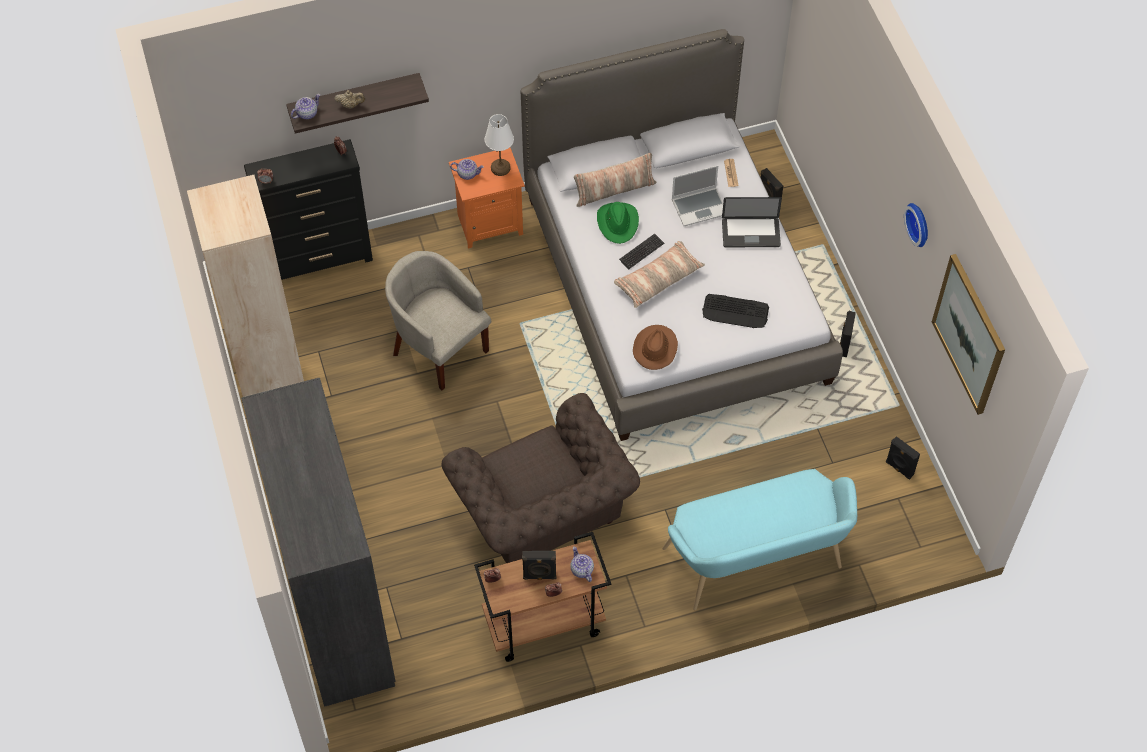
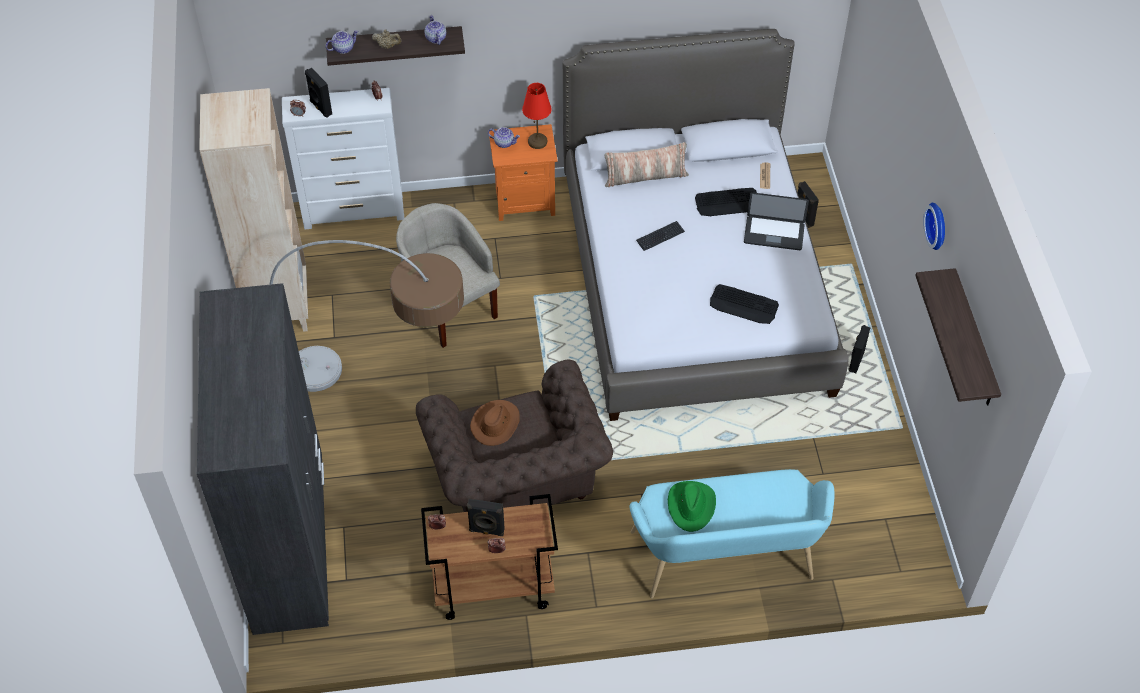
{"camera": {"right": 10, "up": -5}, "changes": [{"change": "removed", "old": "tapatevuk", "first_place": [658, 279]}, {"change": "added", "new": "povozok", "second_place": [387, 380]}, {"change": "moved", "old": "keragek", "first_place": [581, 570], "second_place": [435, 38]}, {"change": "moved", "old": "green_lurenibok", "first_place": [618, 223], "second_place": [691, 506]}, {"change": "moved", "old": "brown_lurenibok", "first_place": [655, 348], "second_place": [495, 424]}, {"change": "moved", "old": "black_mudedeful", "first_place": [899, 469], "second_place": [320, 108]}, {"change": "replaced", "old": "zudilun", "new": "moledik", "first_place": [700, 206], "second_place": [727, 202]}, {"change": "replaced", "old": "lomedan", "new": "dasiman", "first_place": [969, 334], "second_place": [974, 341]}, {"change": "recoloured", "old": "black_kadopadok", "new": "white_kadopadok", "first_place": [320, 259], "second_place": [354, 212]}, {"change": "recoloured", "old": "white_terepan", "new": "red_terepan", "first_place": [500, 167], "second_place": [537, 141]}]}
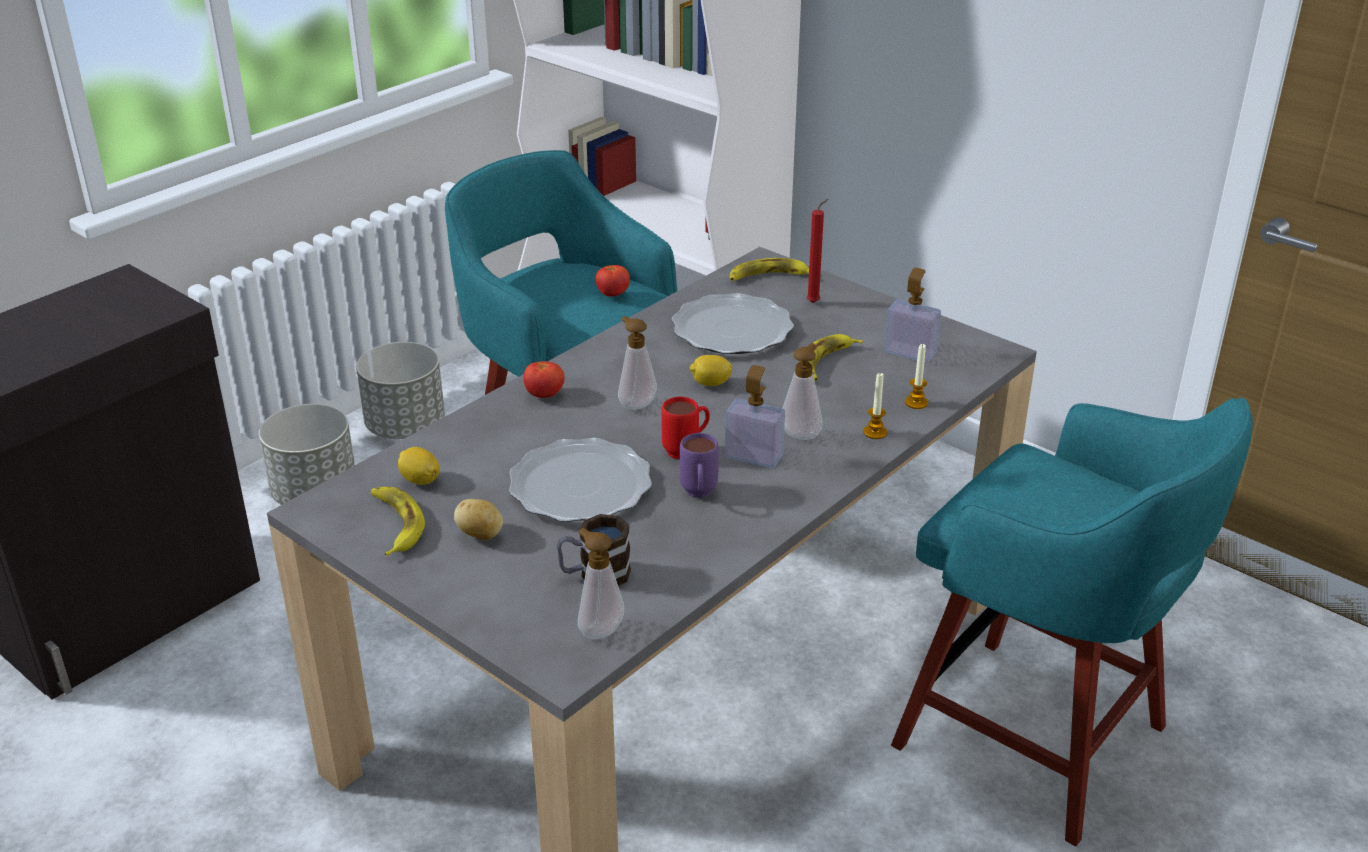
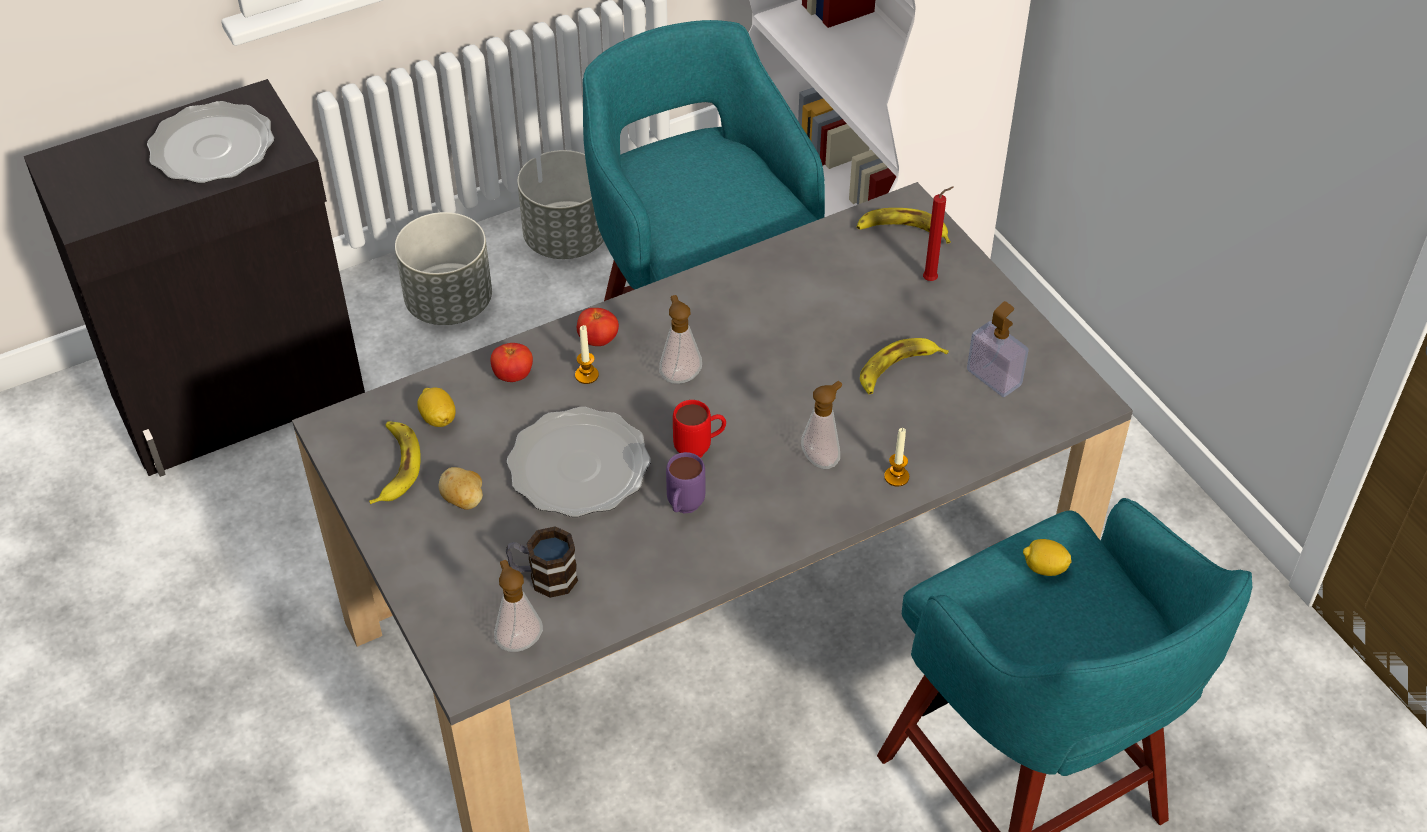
{"camera": {"right": 20, "up": 15}, "changes": [{"change": "removed", "old": "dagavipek", "first_place": [754, 456]}, {"change": "moved", "old": "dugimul", "first_place": [613, 294], "second_place": [513, 375]}, {"change": "moved", "old": "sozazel", "first_place": [733, 330], "second_place": [213, 148]}, {"change": "moved", "old": "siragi", "first_place": [710, 384], "second_place": [1044, 568]}, {"change": "moved", "old": "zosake", "first_place": [916, 403], "second_place": [586, 375]}]}
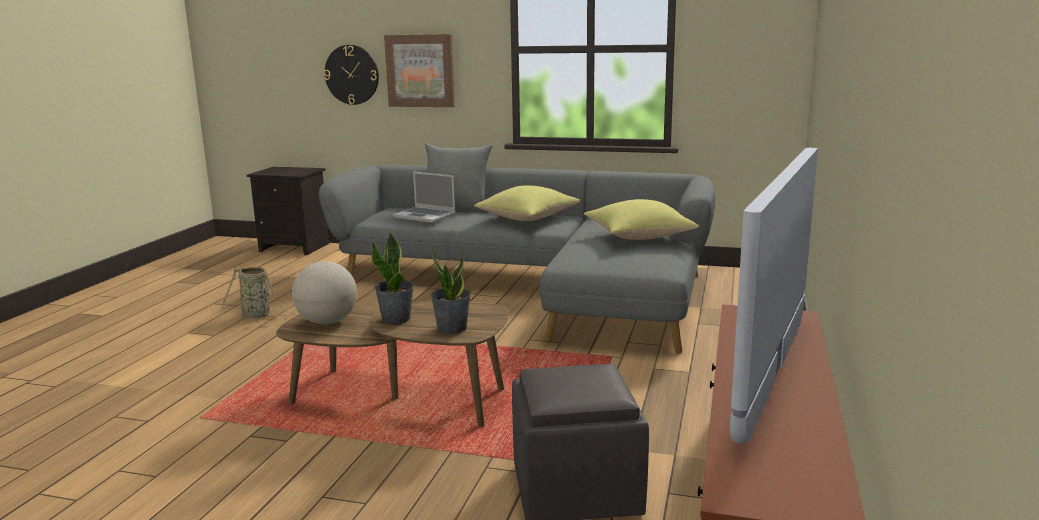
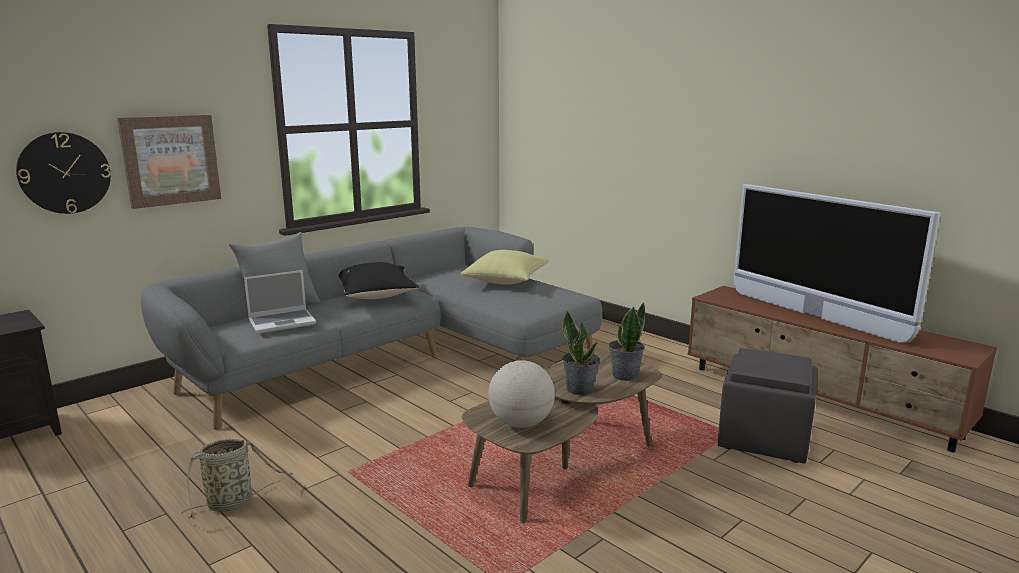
{"camera": {"right": -60, "up": 0}, "changes": [{"change": "recoloured", "old": "yellow_tapatevuk", "new": "black_tapatevuk", "first_place": [528, 219], "second_place": [377, 296]}]}
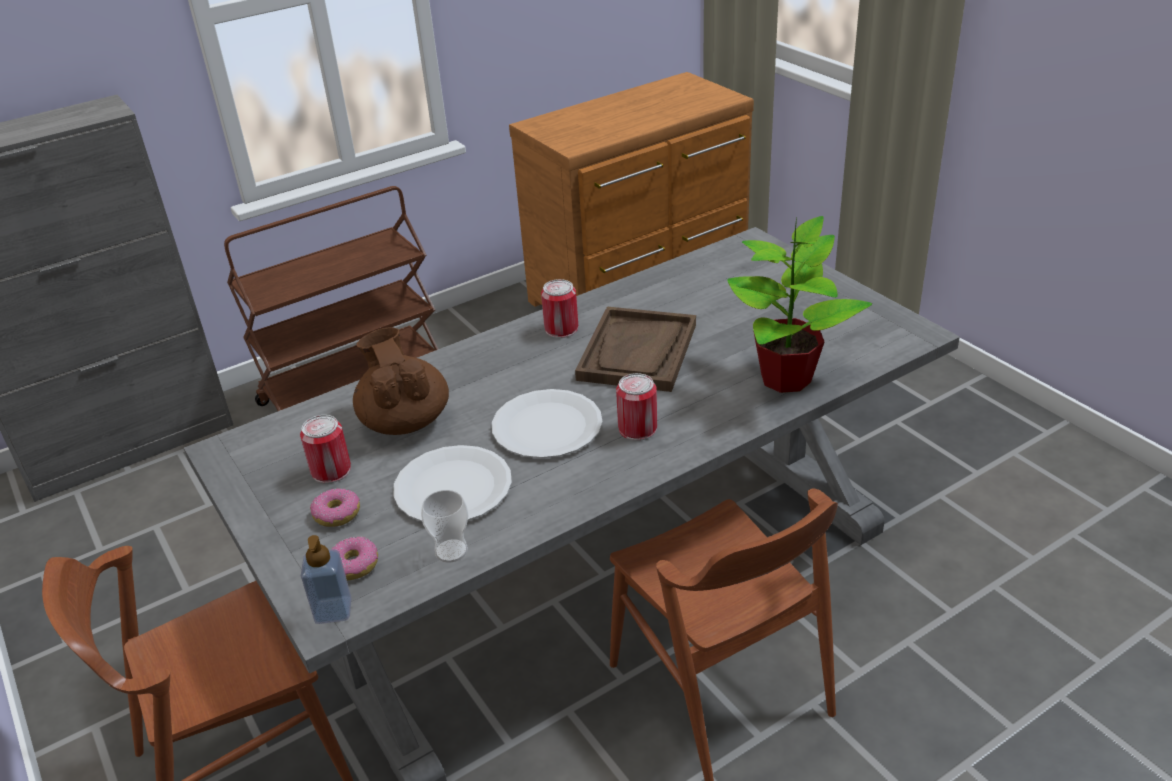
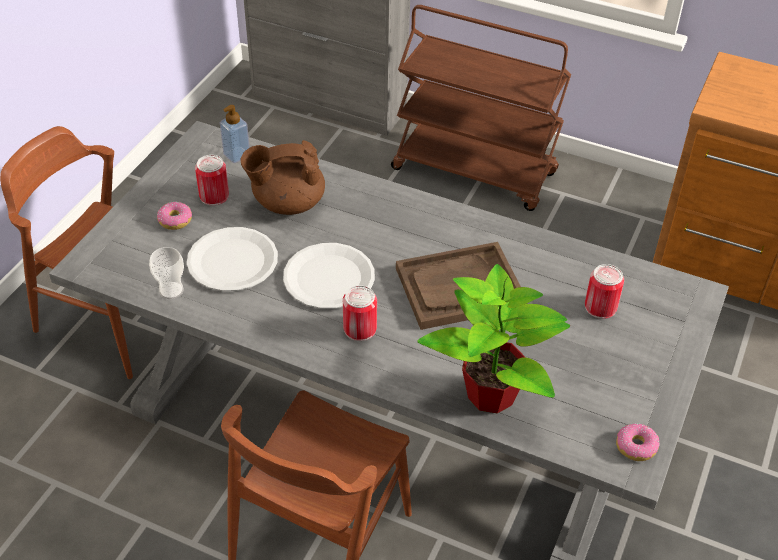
{"camera": {"right": 55, "up": 10}, "changes": [{"change": "moved", "old": "dagavipek", "first_place": [333, 610], "second_place": [236, 155]}, {"change": "moved", "old": "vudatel", "first_place": [354, 565], "second_place": [636, 446]}, {"change": "moved", "old": "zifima", "first_place": [561, 329], "second_place": [600, 307]}, {"change": "turned", "old": "brown_keragek", "first_place": [405, 420], "second_place": [287, 203], "degrees": -135}]}
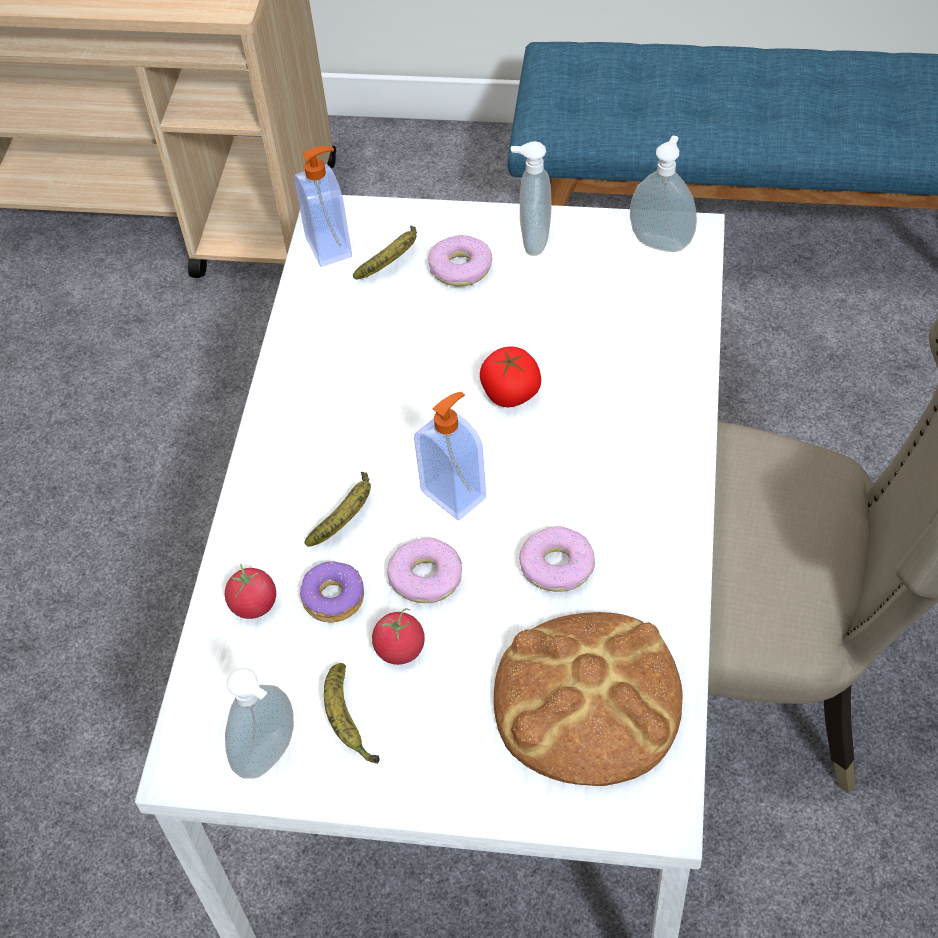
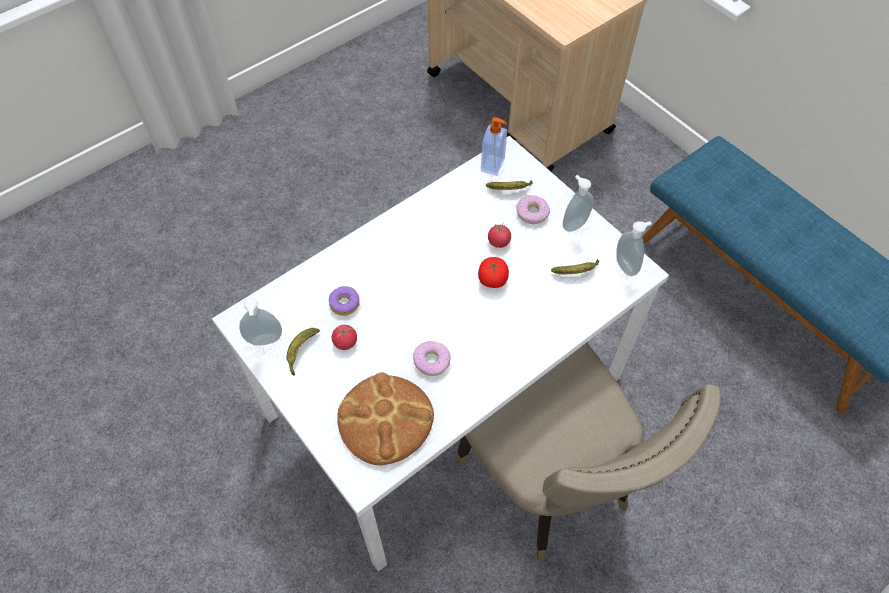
{"camera": {"right": 40, "up": 5}, "changes": [{"change": "removed", "old": "vudatel", "first_place": [426, 577]}, {"change": "removed", "old": "dagavipek", "first_place": [455, 493]}, {"change": "moved", "old": "dugimul", "first_place": [254, 604], "second_place": [498, 242]}, {"change": "moved", "old": "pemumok", "first_place": [346, 517], "second_place": [576, 272]}]}
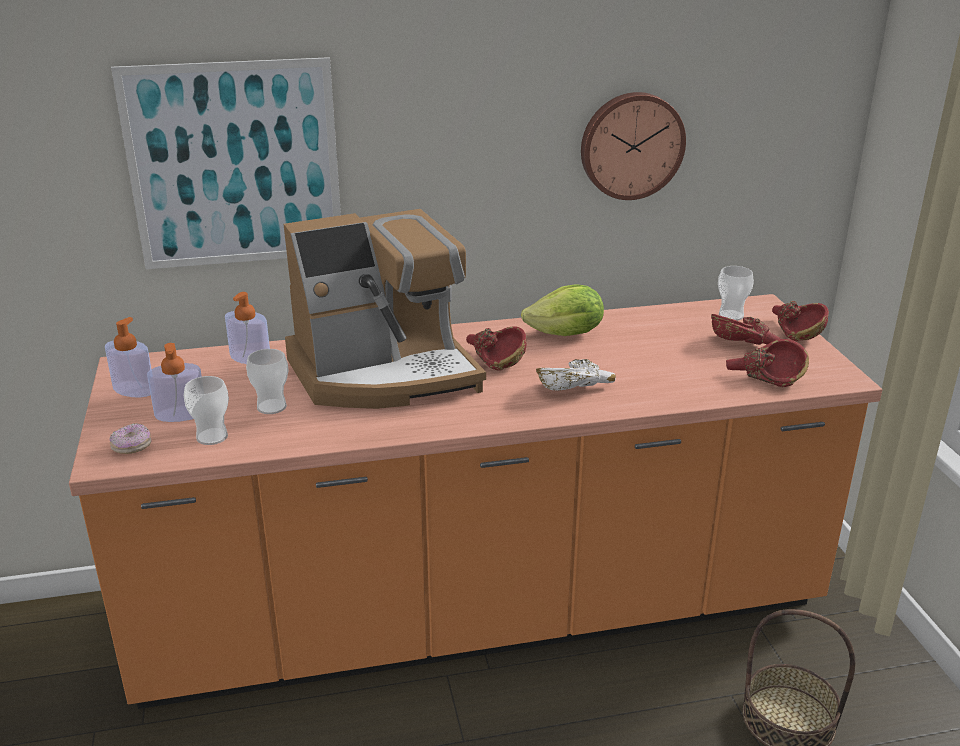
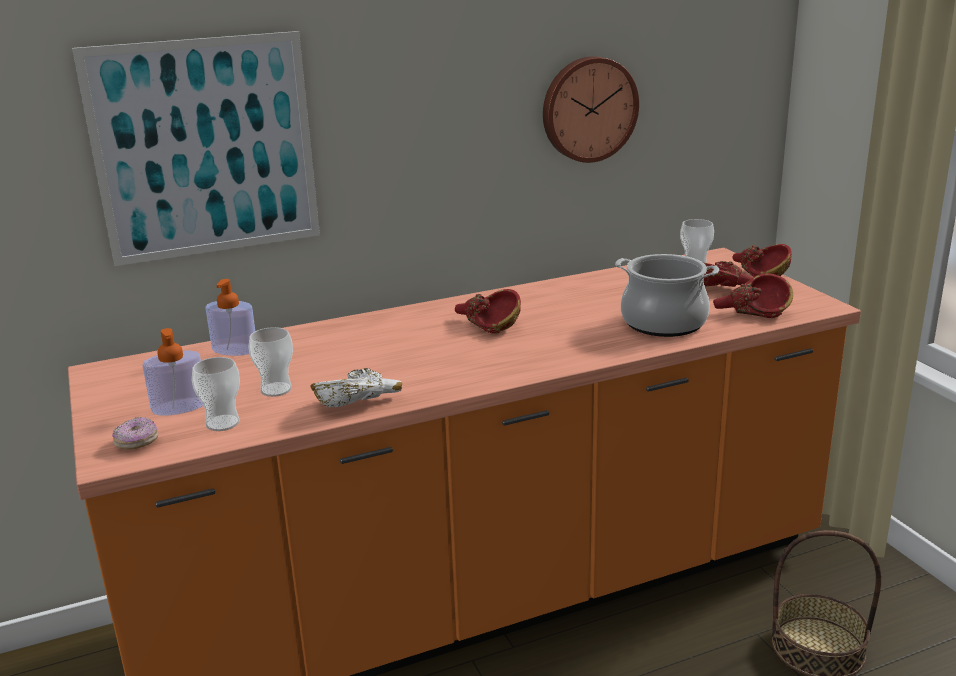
{"camera": {"right": -10, "up": -5}, "changes": [{"change": "removed", "old": "dagavipek", "first_place": [134, 389]}, {"change": "removed", "old": "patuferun", "first_place": [385, 373]}, {"change": "removed", "old": "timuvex", "first_place": [566, 334]}, {"change": "added", "new": "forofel", "second_place": [664, 323]}, {"change": "moved", "old": "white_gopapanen", "first_place": [574, 388], "second_place": [358, 403]}]}
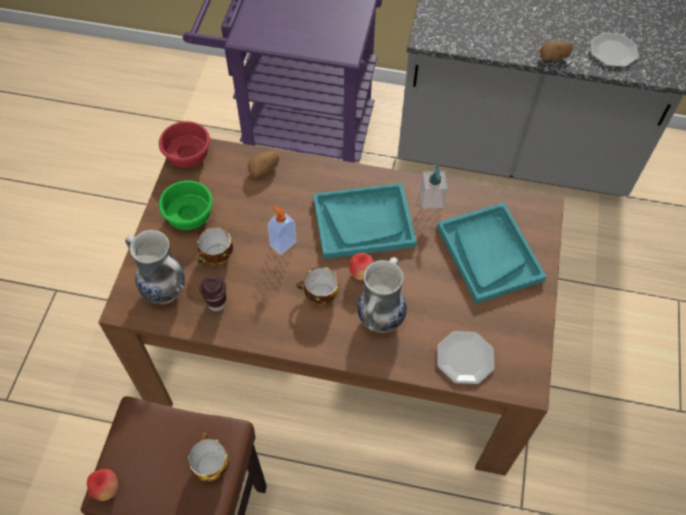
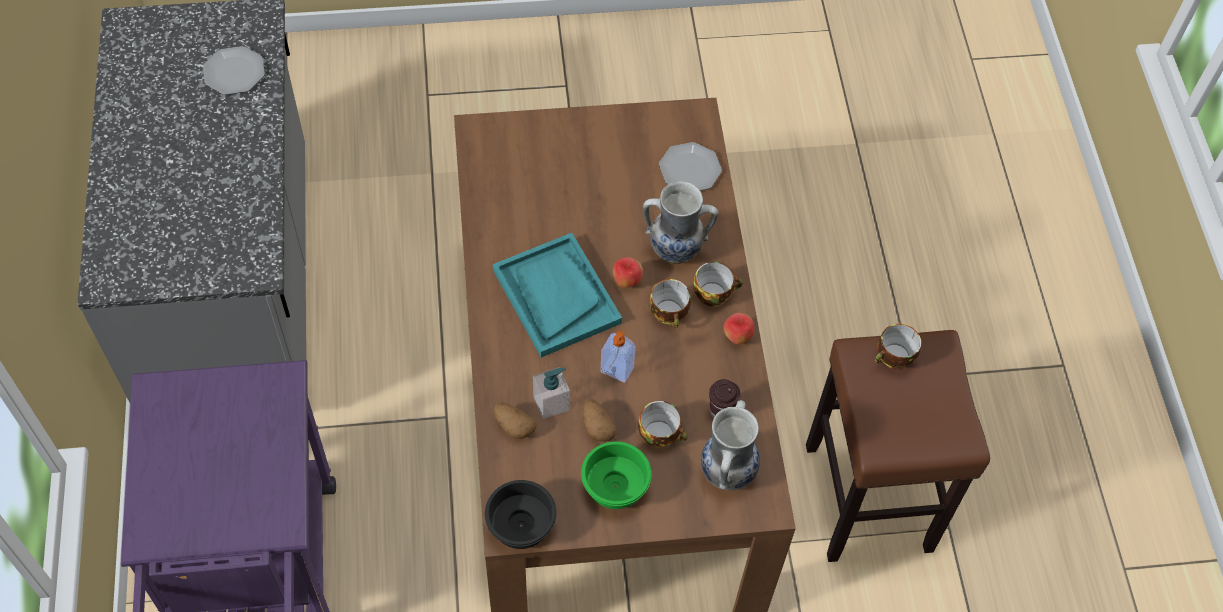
{"camera": {"right": -110, "up": 0}, "changes": [{"change": "removed", "old": "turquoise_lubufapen", "first_place": [489, 253]}, {"change": "added", "new": "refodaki", "second_place": [714, 293]}, {"change": "moved", "old": "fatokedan", "first_place": [107, 489], "second_place": [737, 337]}, {"change": "moved", "old": "dagavipek", "first_place": [431, 199], "second_place": [551, 403]}, {"change": "moved", "old": "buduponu", "first_place": [553, 57], "second_place": [597, 426]}, {"change": "recoloured", "old": "red_gopapanen", "new": "black_gopapanen", "first_place": [187, 157], "second_place": [523, 526]}]}
